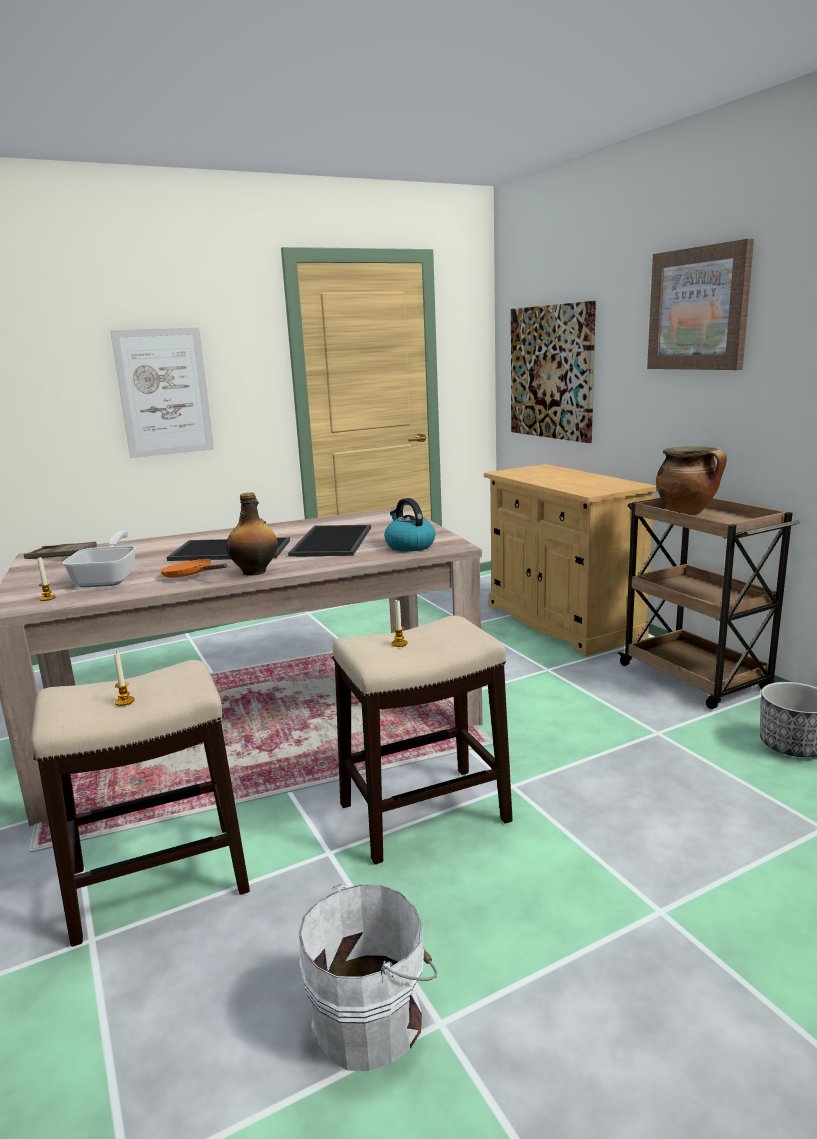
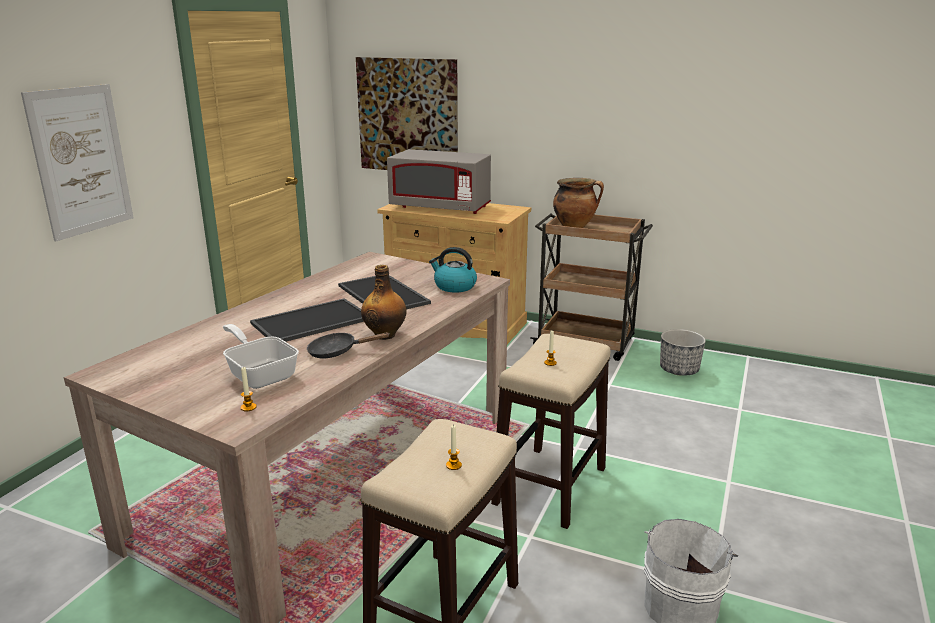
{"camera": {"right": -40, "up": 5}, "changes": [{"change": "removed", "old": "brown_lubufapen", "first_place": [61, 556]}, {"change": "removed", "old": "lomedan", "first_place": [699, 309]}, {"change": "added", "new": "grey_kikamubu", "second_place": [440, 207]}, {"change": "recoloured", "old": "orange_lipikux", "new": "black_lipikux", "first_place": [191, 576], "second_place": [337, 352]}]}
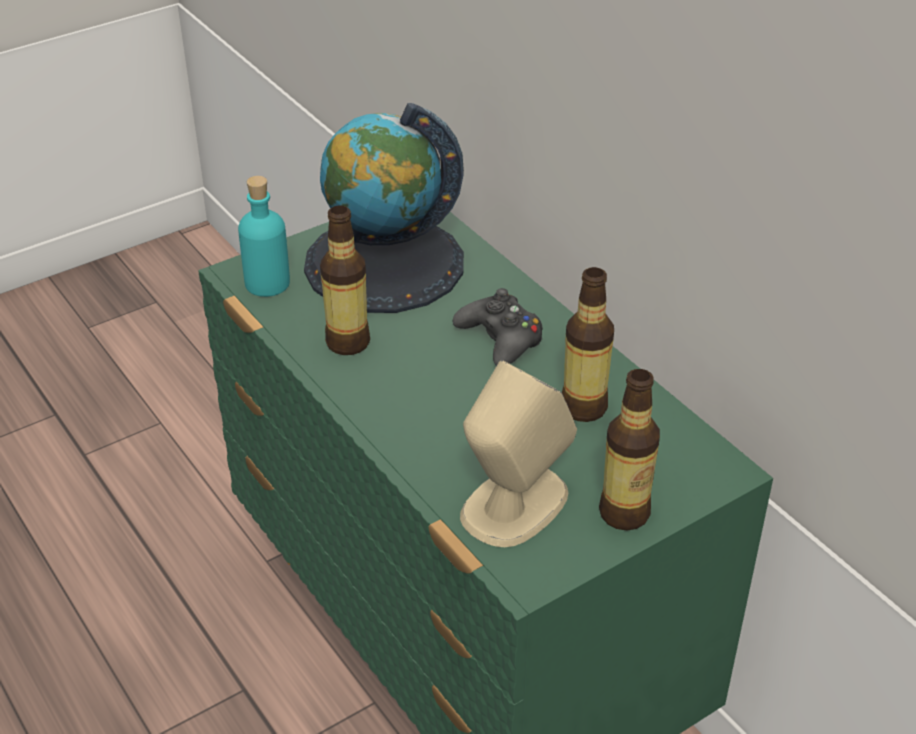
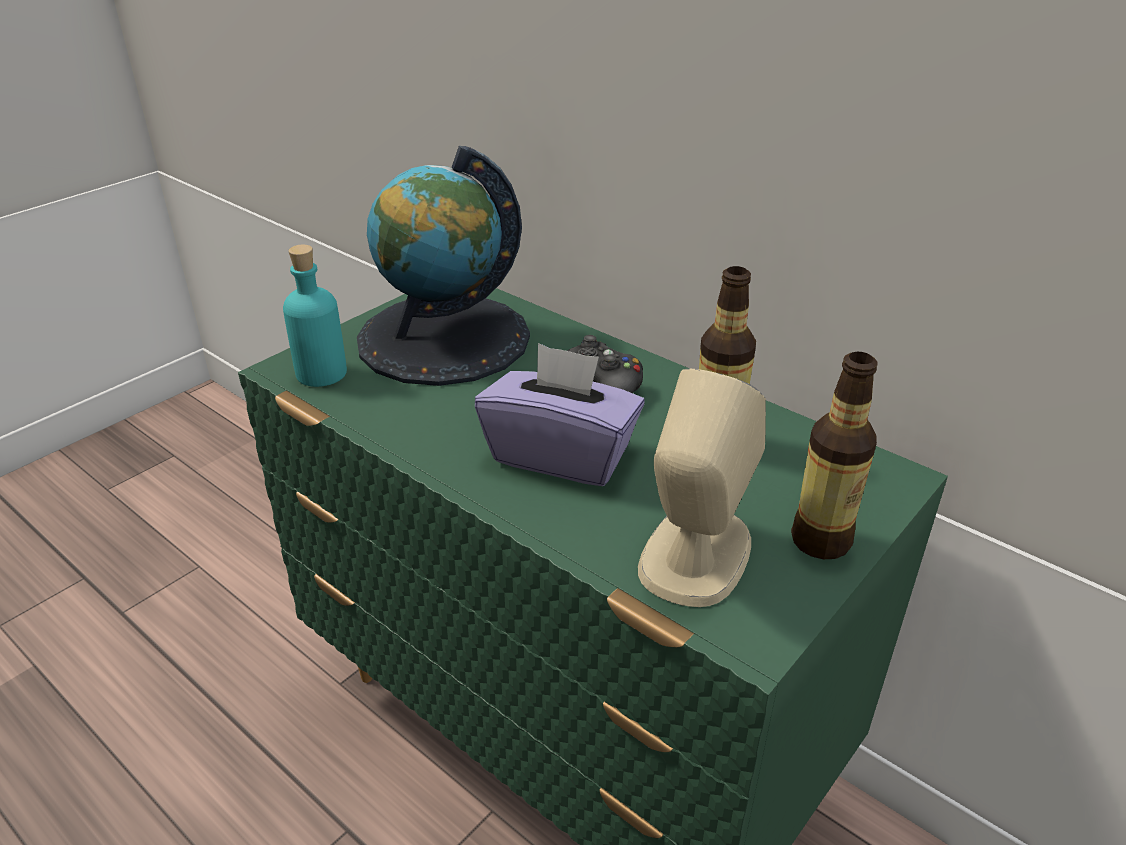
{"camera": {"right": -15, "up": -5}, "changes": [{"change": "removed", "old": "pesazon", "first_place": [348, 342]}, {"change": "added", "new": "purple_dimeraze", "second_place": [561, 454]}]}
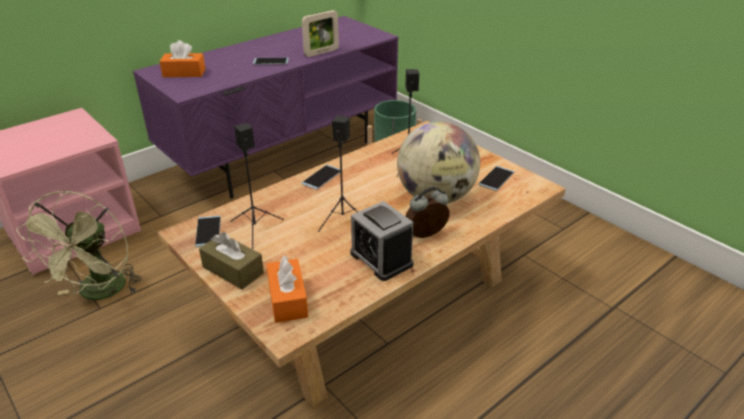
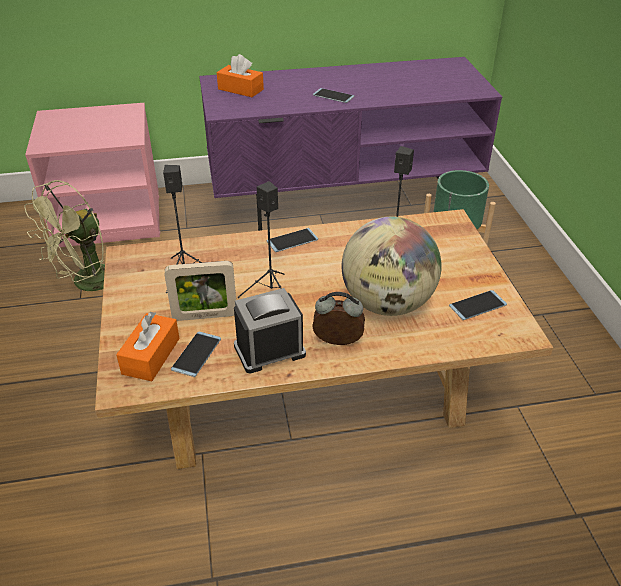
{"camera": {"right": 30, "up": 5}, "changes": [{"change": "removed", "old": "brown_dimeraze", "first_place": [233, 270]}, {"change": "moved", "old": "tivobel", "first_place": [208, 231], "second_place": [196, 354]}, {"change": "moved", "old": "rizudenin", "first_place": [321, 52], "second_place": [205, 316]}, {"change": "turned", "old": "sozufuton", "first_place": [381, 259], "second_place": [269, 350], "degrees": 75}]}
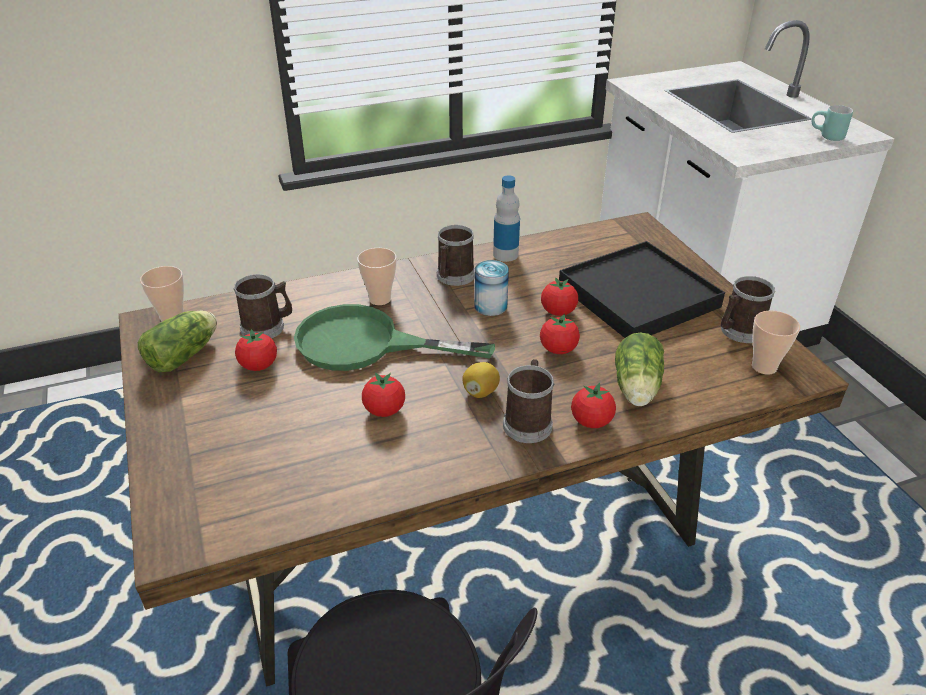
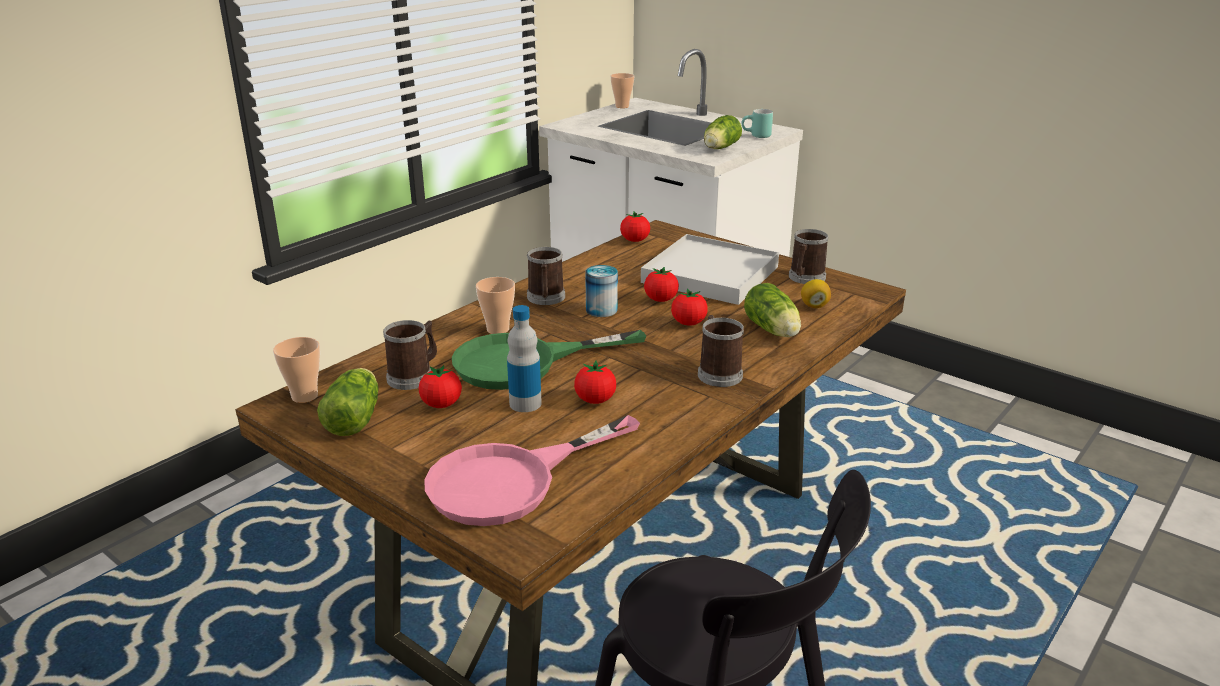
{"camera": {"right": -30, "up": -10}, "changes": [{"change": "added", "new": "pink_lipikux", "second_place": [511, 480]}, {"change": "added", "new": "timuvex", "second_place": [719, 148]}, {"change": "moved", "old": "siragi", "first_place": [480, 392], "second_place": [814, 306]}, {"change": "moved", "old": "pesazon", "first_place": [505, 255], "second_place": [525, 403]}, {"change": "moved", "old": "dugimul", "first_place": [591, 421], "second_place": [635, 240]}, {"change": "moved", "old": "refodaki", "first_place": [764, 367], "second_place": [622, 106]}, {"change": "recoloured", "old": "black_lubufapen", "new": "white_lubufapen", "first_place": [637, 296], "second_place": [710, 274]}]}
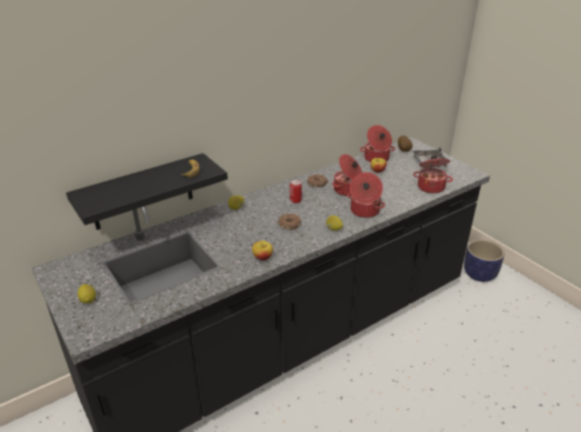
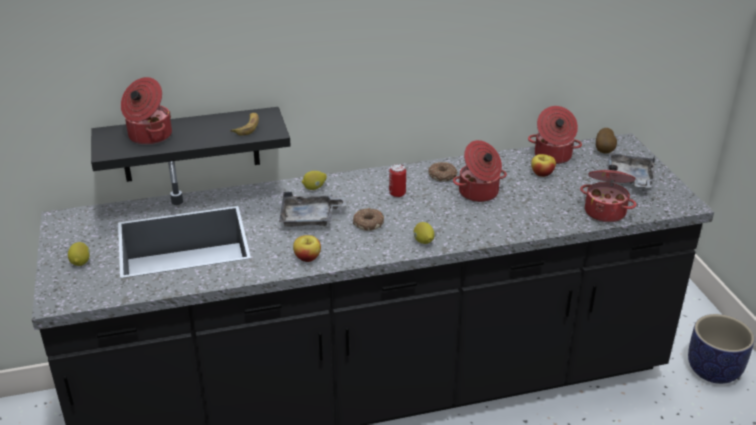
{"camera": {"right": 20, "up": 0}, "changes": [{"change": "added", "new": "grey_lubufapen", "second_place": [310, 218]}, {"change": "moved", "old": "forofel", "first_place": [364, 211], "second_place": [149, 136]}]}
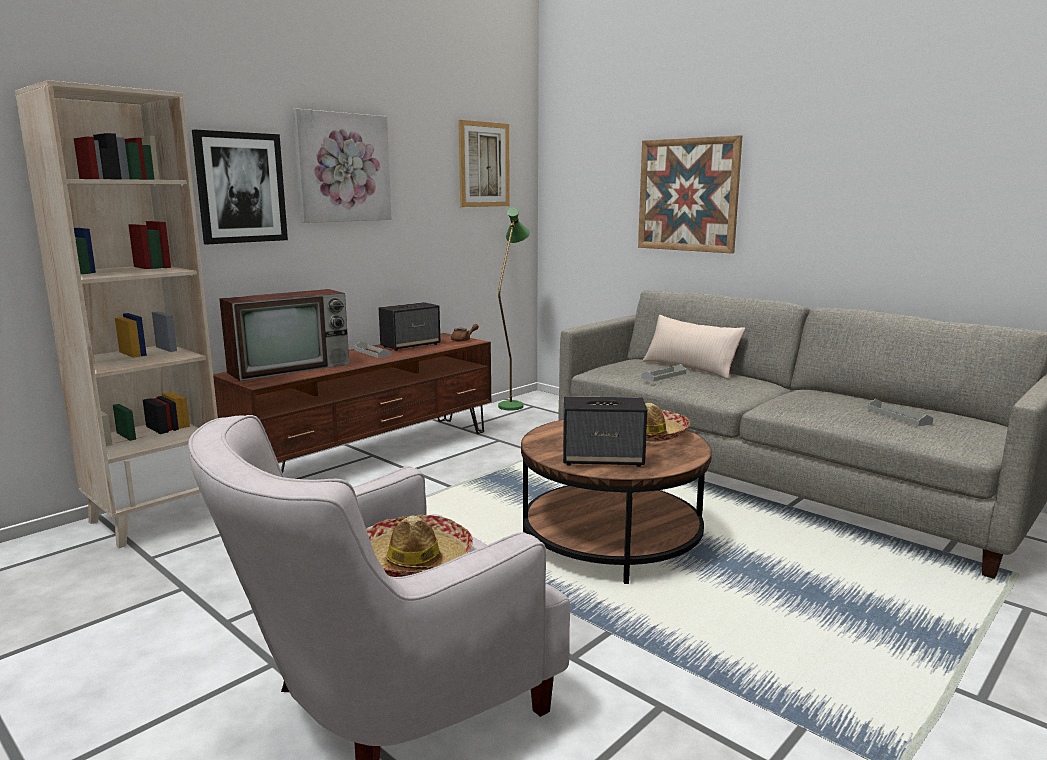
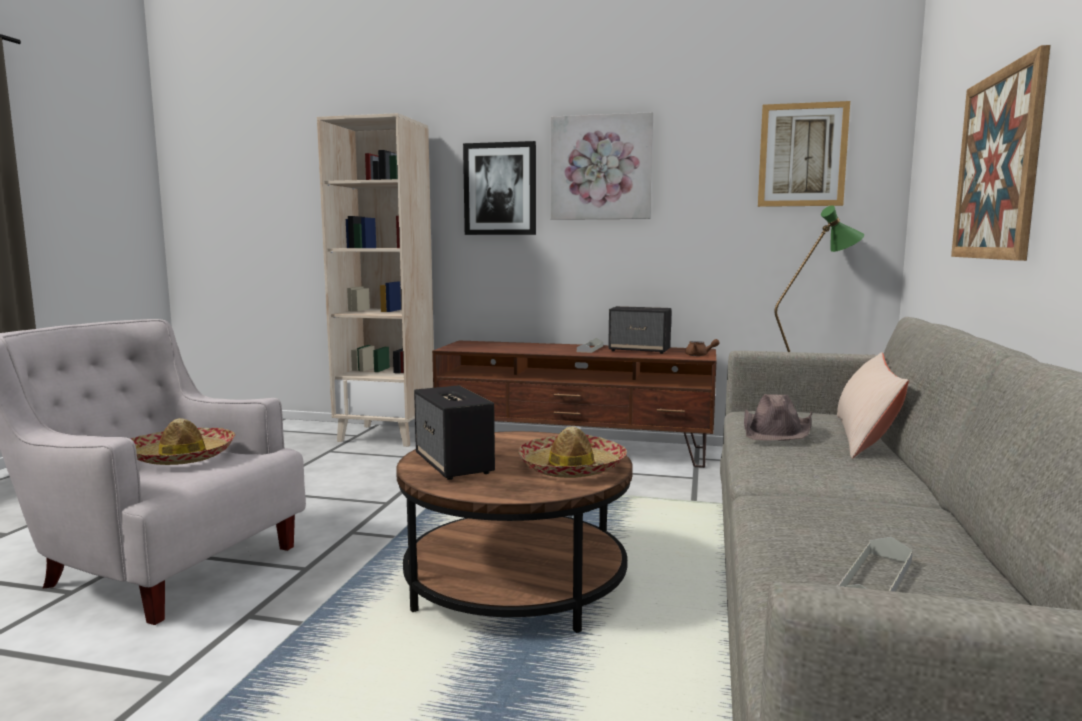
{"camera": {"right": 60, "up": -5}, "changes": [{"change": "removed", "old": "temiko", "first_place": [291, 368]}, {"change": "replaced", "old": "grey_lubufapen", "new": "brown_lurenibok", "first_place": [664, 376], "second_place": [777, 430]}]}
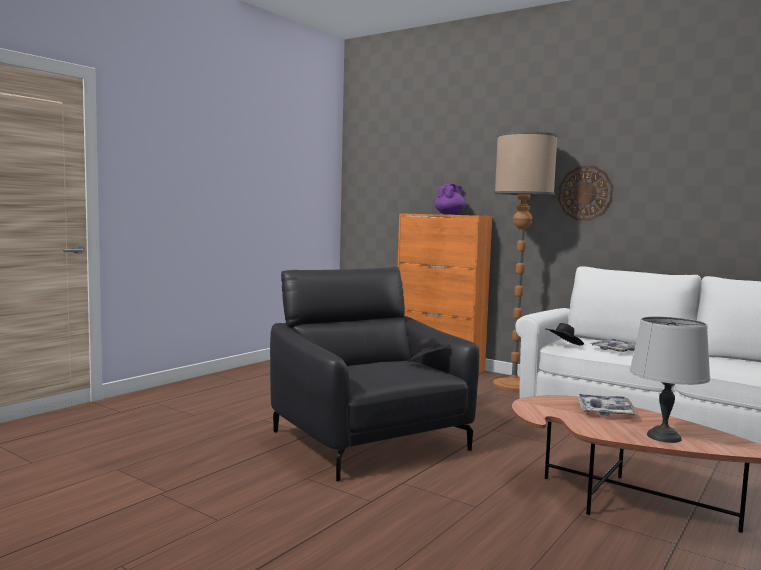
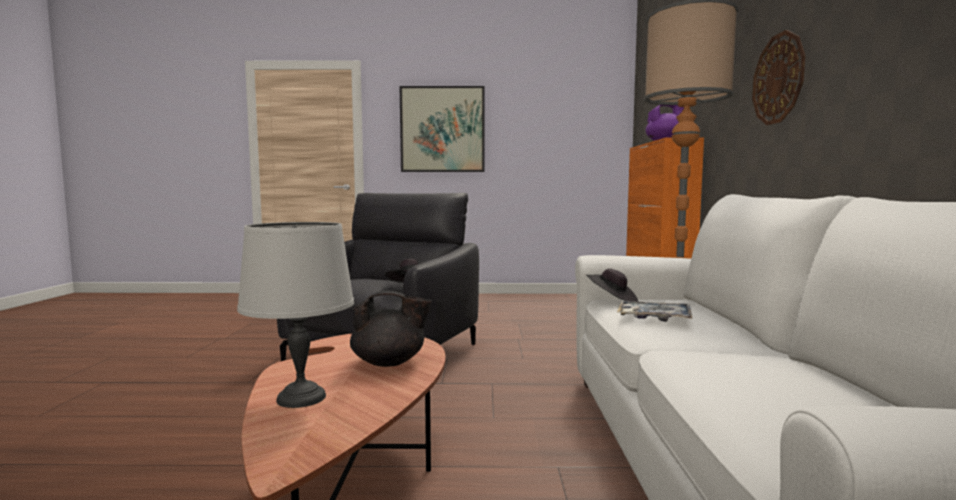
{"camera": {"right": 55, "up": 0}, "changes": [{"change": "added", "new": "lomedan", "second_place": [442, 129]}, {"change": "replaced", "old": "lubufapen", "new": "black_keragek", "first_place": [605, 411], "second_place": [390, 363]}]}
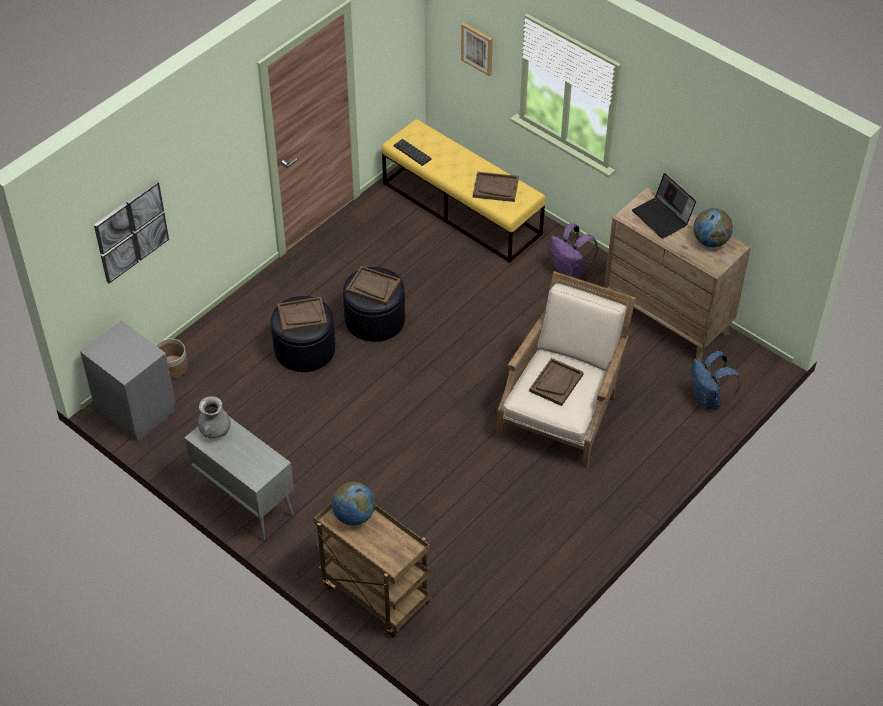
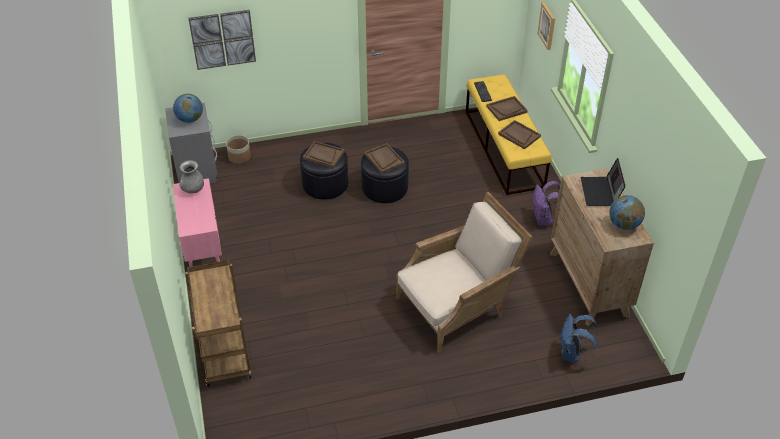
{"camera": {"right": 35, "up": -5}, "changes": [{"change": "moved", "old": "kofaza", "first_place": [354, 516], "second_place": [190, 119]}, {"change": "moved", "old": "brown_lubufapen", "first_place": [556, 383], "second_place": [506, 109]}, {"change": "recoloured", "old": "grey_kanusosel", "new": "pink_kanusosel", "first_place": [244, 501], "second_place": [203, 253]}]}
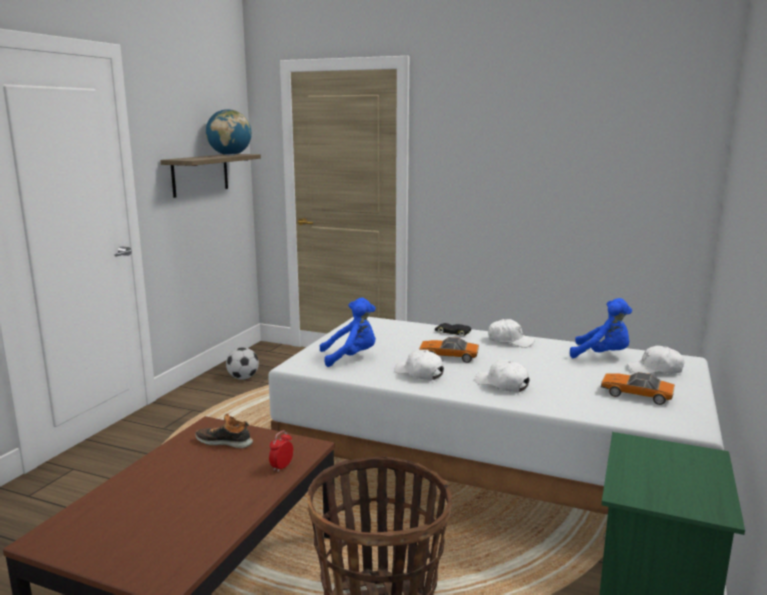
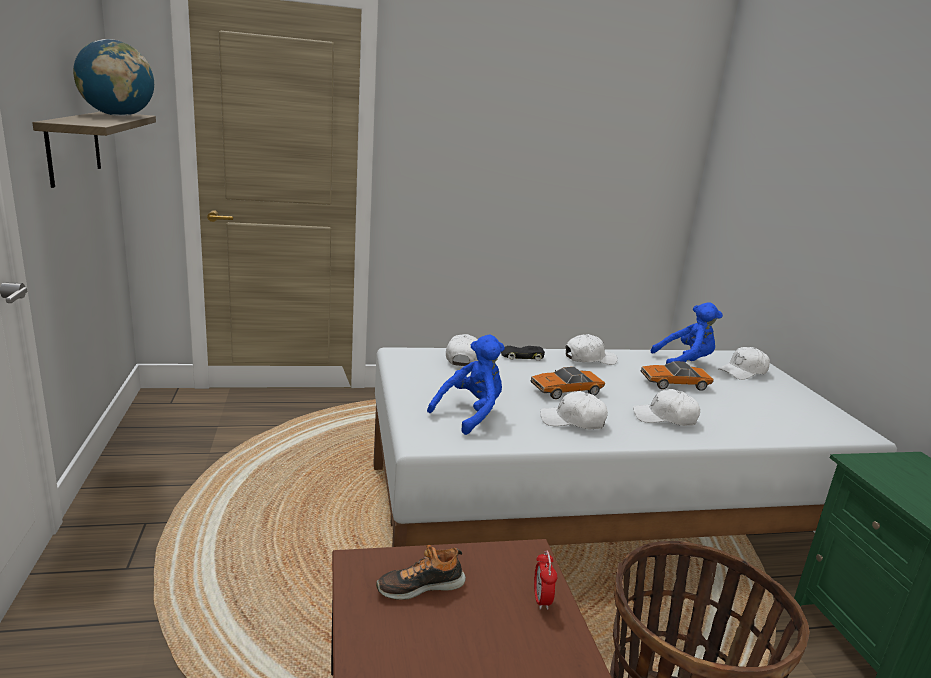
{"camera": {"right": -35, "up": 5}, "changes": [{"change": "removed", "old": "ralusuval", "first_place": [243, 378]}, {"change": "added", "new": "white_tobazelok", "second_place": [464, 358]}, {"change": "moved", "old": "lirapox", "first_place": [636, 395], "second_place": [674, 383]}]}
